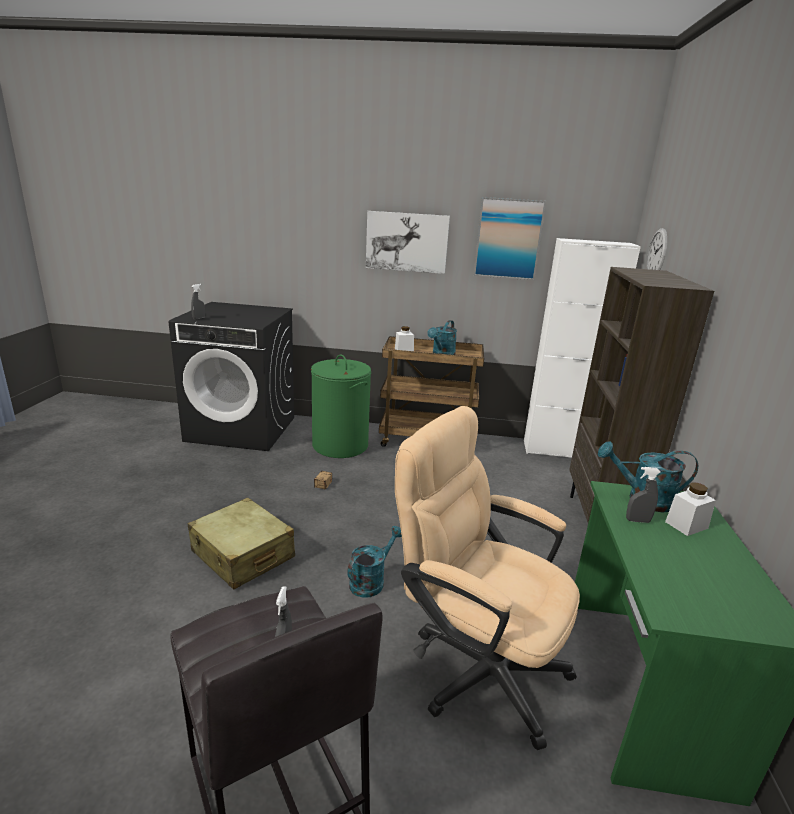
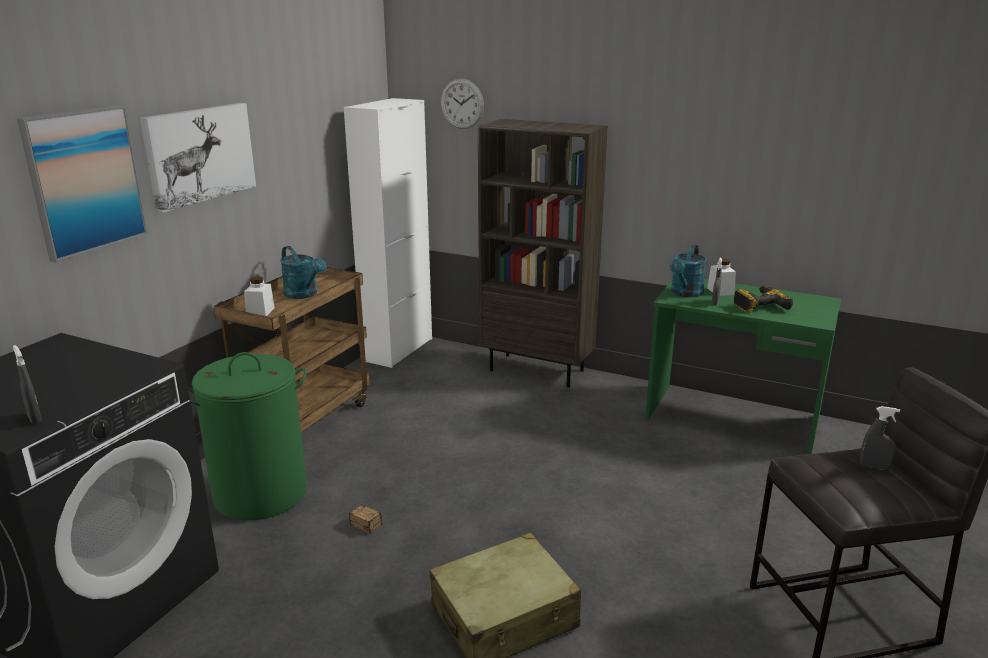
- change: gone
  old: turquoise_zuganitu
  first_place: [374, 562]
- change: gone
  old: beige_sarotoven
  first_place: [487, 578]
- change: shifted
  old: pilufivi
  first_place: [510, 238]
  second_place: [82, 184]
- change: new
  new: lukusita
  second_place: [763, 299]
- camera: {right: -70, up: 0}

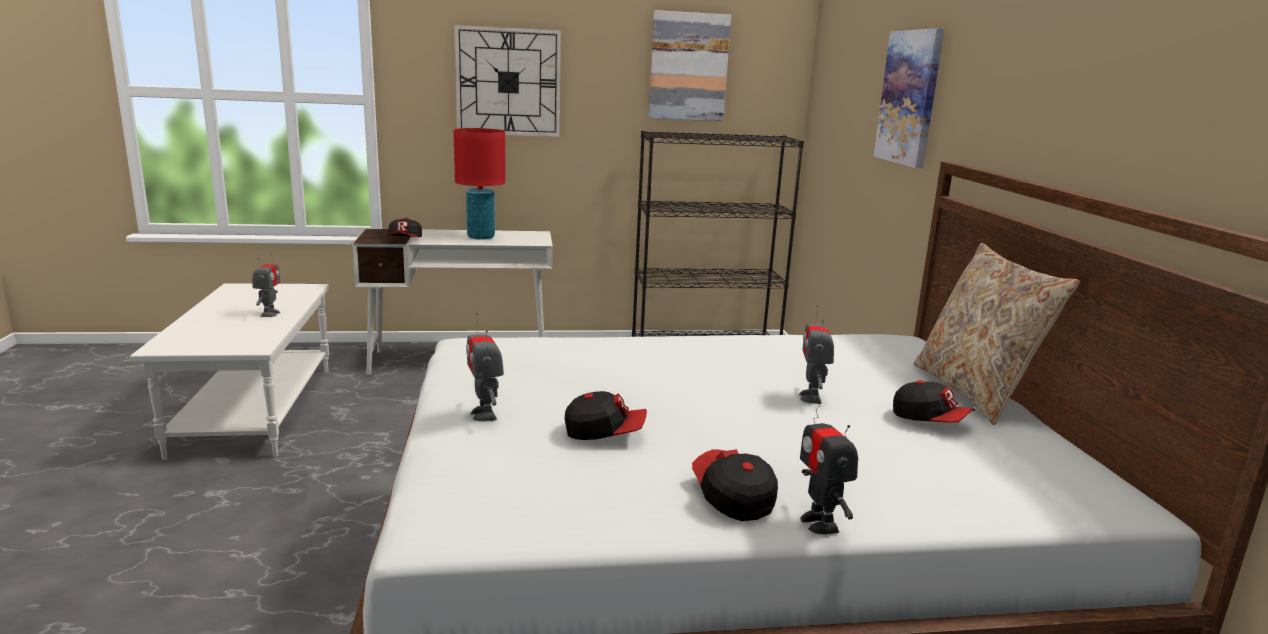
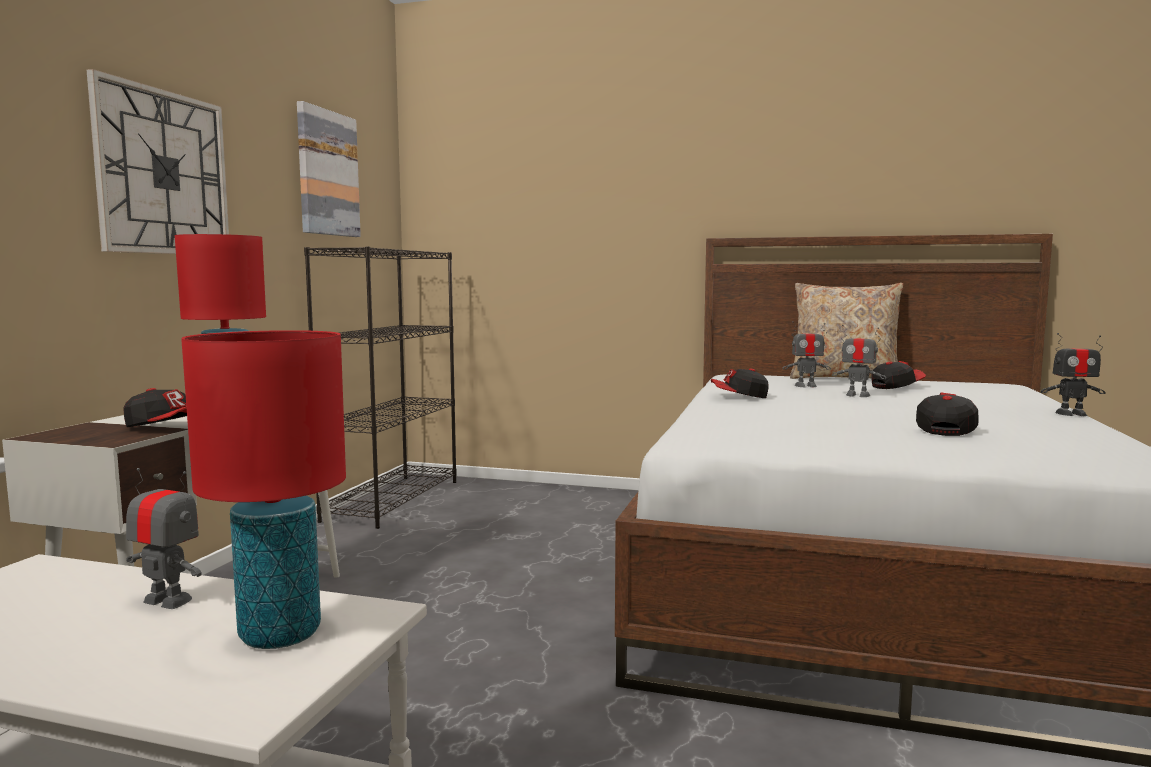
- change: shifted
  old: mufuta
  first_place: [485, 367]
  second_place: [807, 354]
- change: shifted
  old: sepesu
  first_place: [735, 485]
  second_place: [740, 383]
- change: gone
  old: pilufivi
  first_place: [909, 98]
- change: new
  new: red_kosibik
  second_place: [263, 489]
- camera: {right: -65, up: -10}

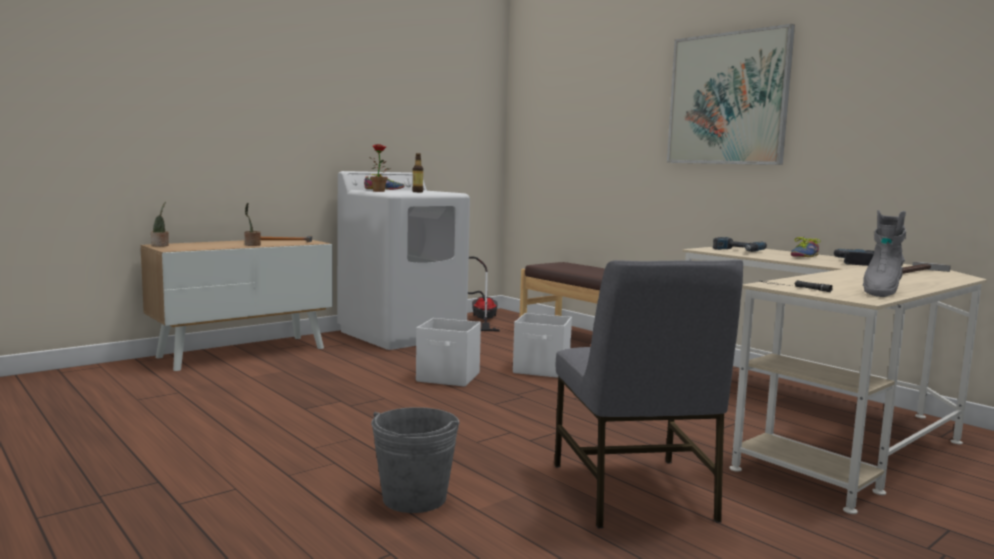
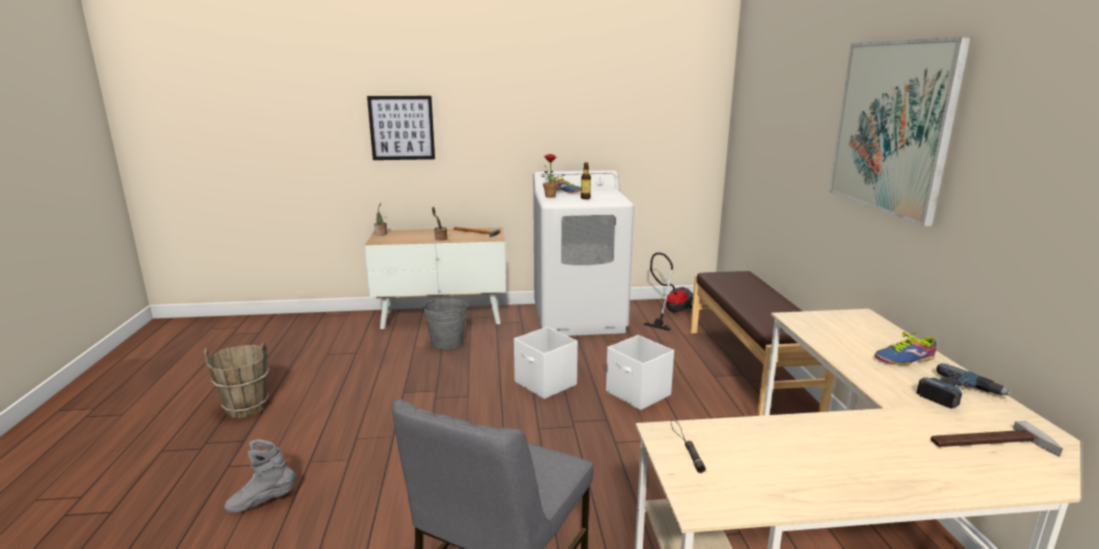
- change: shifted
  old: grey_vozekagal
  first_place: [415, 460]
  second_place: [445, 324]
- change: gone
  old: lukusita
  first_place: [740, 244]
- change: shifted
  old: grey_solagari
  first_place: [884, 253]
  second_place: [259, 476]
- change: new
  new: brown_vozekagal
  second_place: [237, 380]
- change: new
  new: pilufivi
  second_place: [401, 128]
- camera: {right: 35, up: 10}

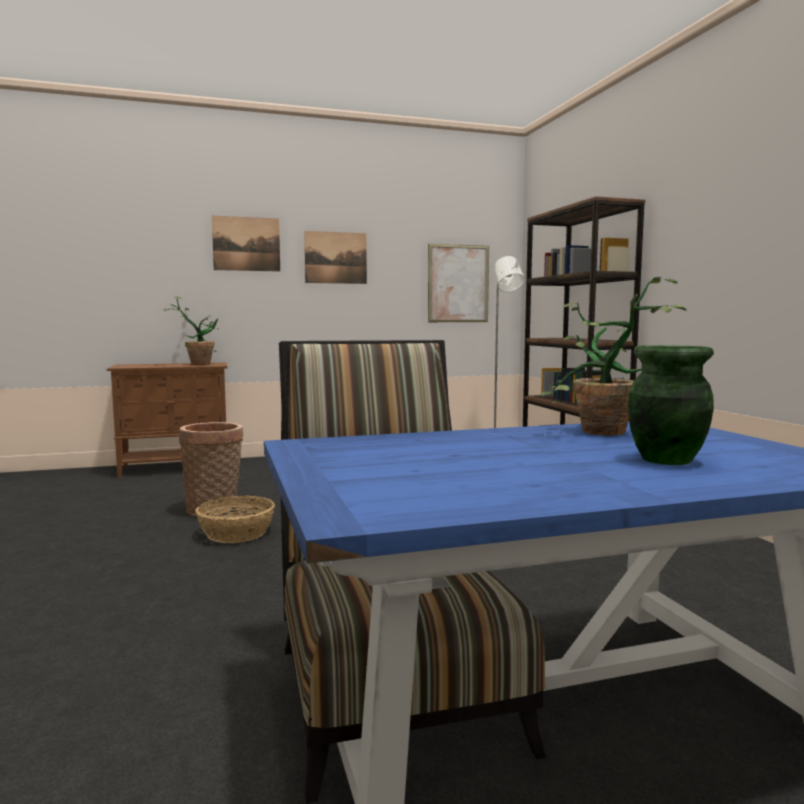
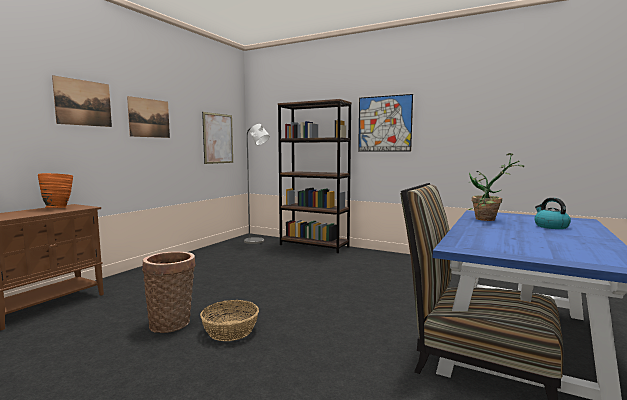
- change: swapped
  old: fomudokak
  new: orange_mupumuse
  first_place: [190, 330]
  second_place: [55, 190]
- change: swapped
  old: green_mupumuse
  new: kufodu
  first_place: [671, 405]
  second_place: [552, 213]
- change: new
  new: pilufivi
  second_place: [385, 123]
- camera: {right: -45, up: 0}

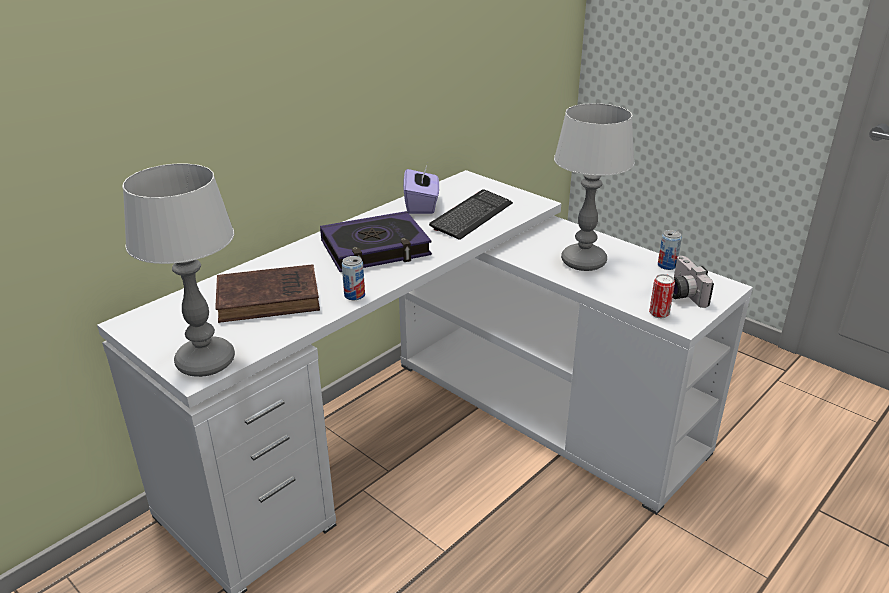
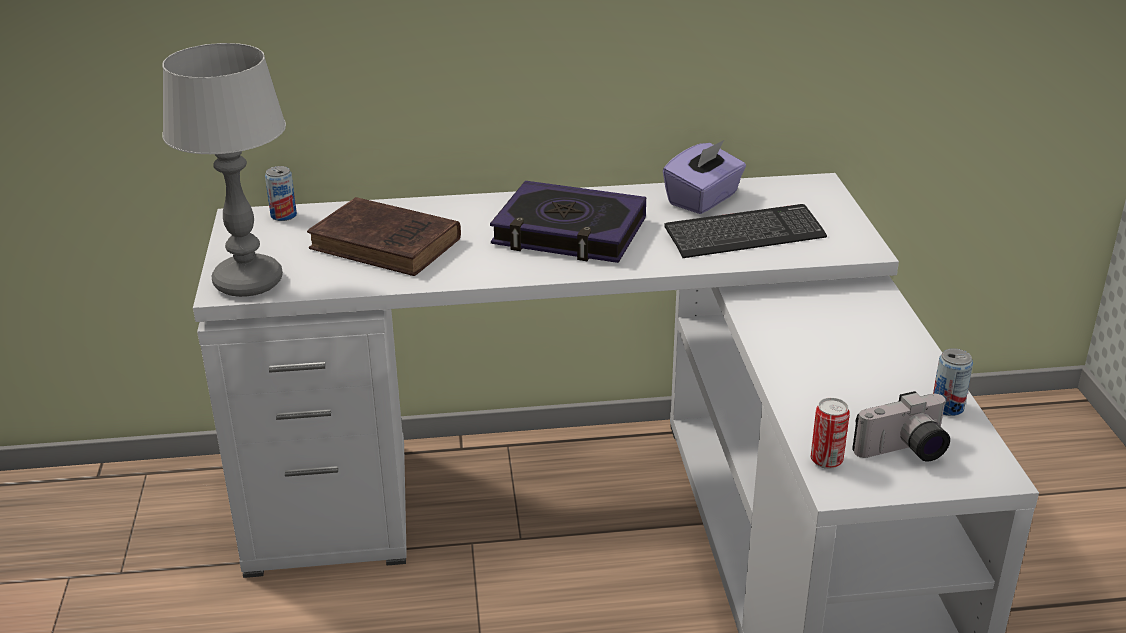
- change: shifted
  old: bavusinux
  first_place: [353, 278]
  second_place: [281, 193]
- change: gone
  old: kosibik
  first_place: [594, 187]
- change: rotated
  old: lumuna
  first_place: [693, 282]
  second_place: [901, 426]
  degrees: -135
- camera: {right: 40, up: 0}

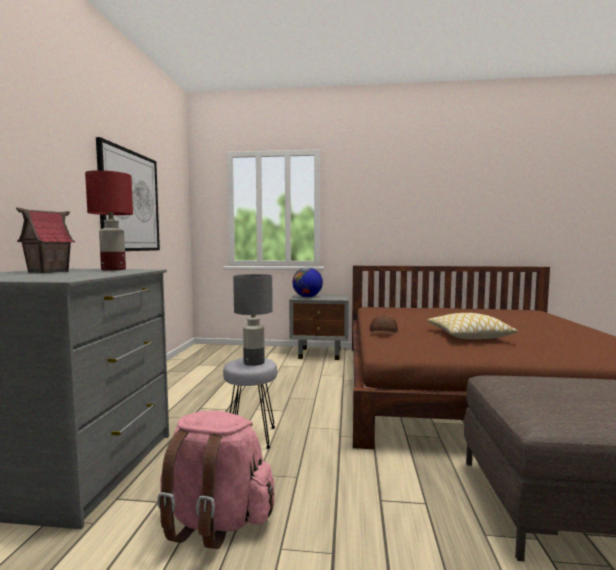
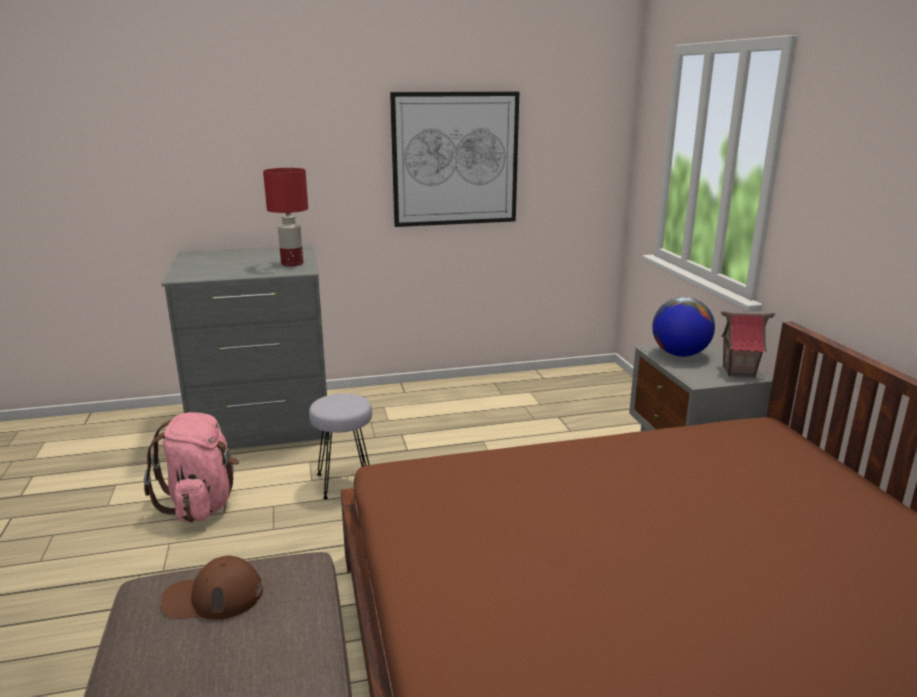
- change: shifted
  old: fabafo
  first_place: [45, 240]
  second_place: [748, 344]
- change: gone
  old: grey_kosibik
  first_place: [253, 320]
- change: shifted
  old: brown_sepesu
  first_place: [384, 325]
  second_place: [212, 588]
- change: gone
  old: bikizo
  first_place: [472, 326]
- camera: {right: 70, up: 15}

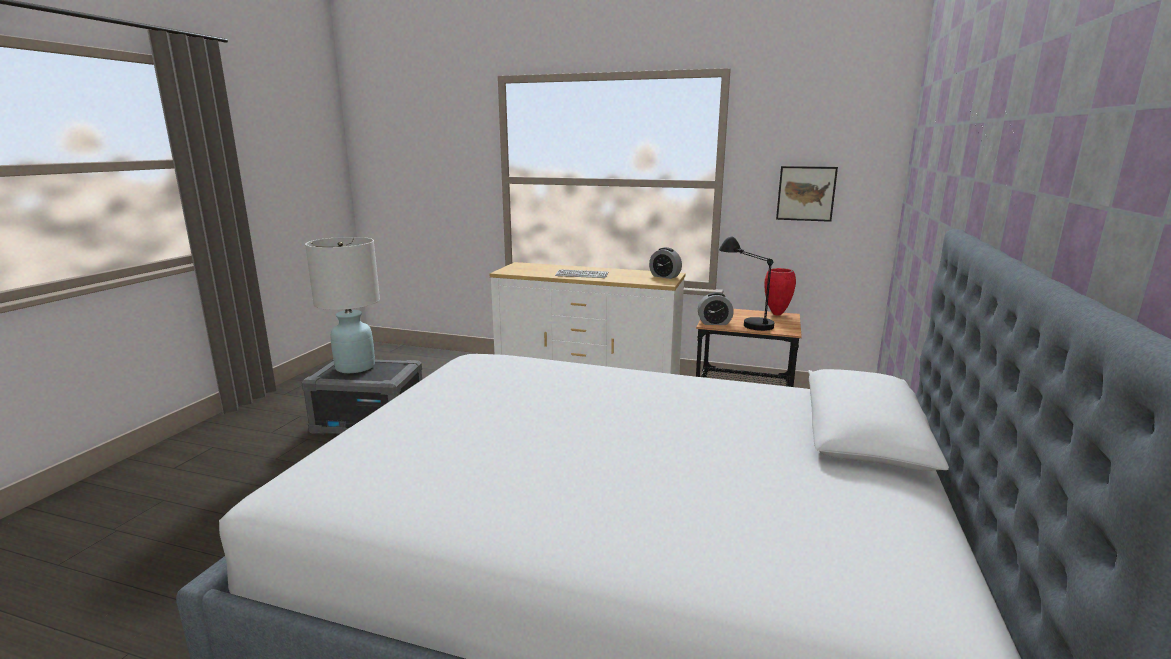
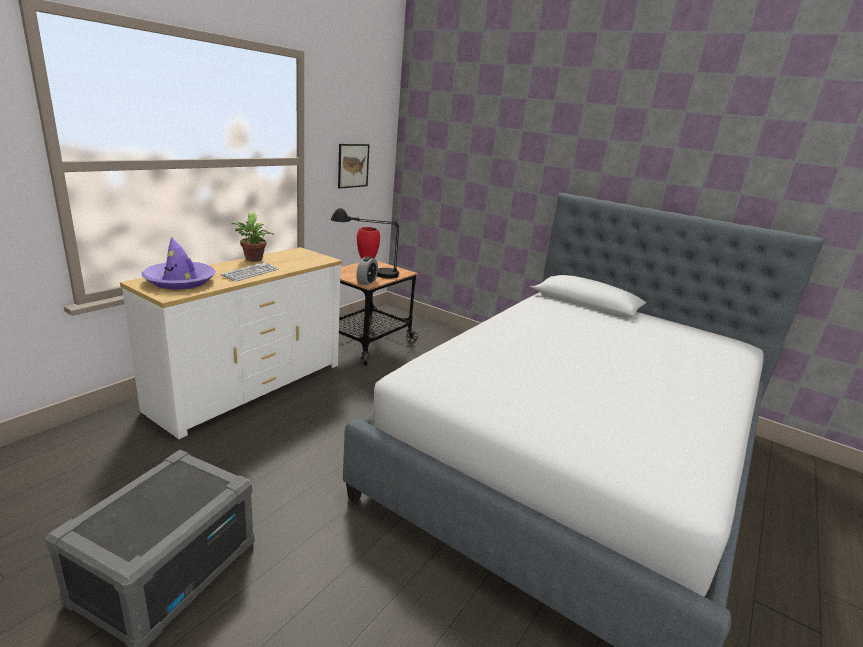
- change: gone
  old: white_kosibik
  first_place: [342, 305]
- change: gone
  old: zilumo
  first_place: [665, 263]
- change: new
  new: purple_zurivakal
  second_place: [178, 263]
- change: new
  new: fomudokak
  second_place: [252, 237]
- camera: {right: -75, up: 5}

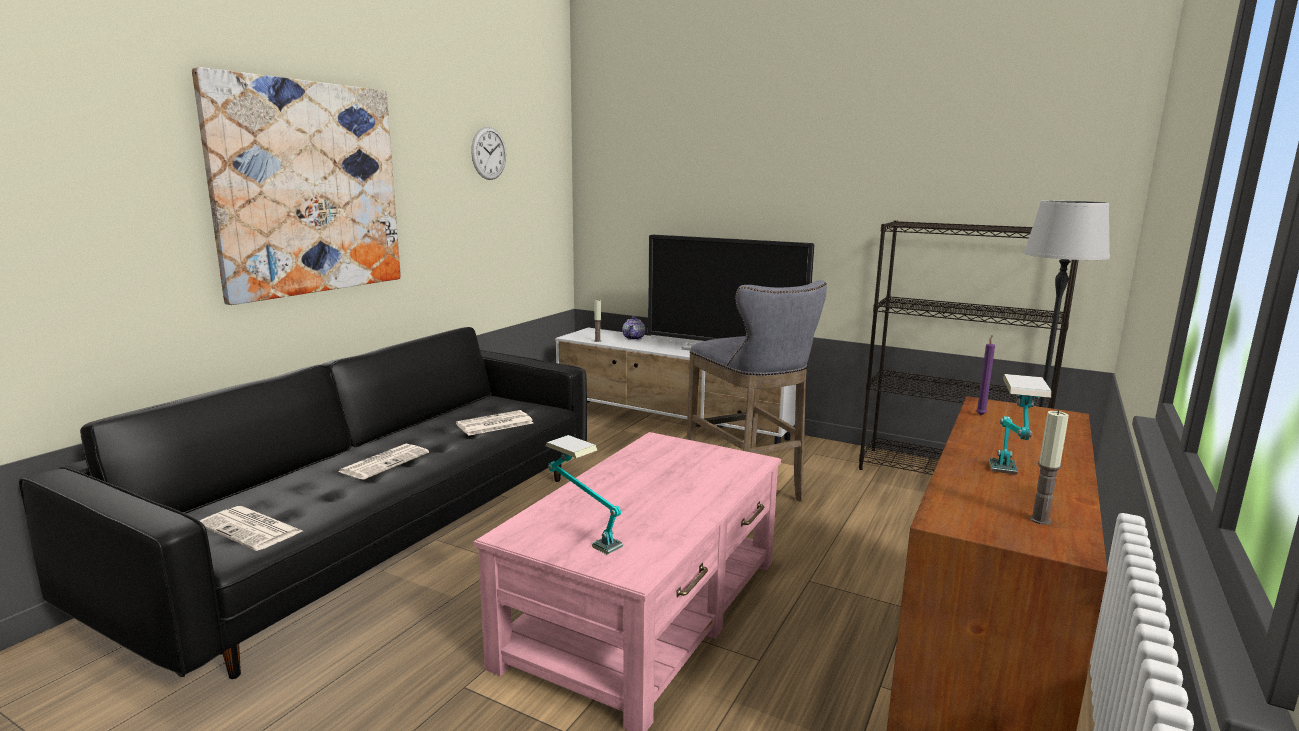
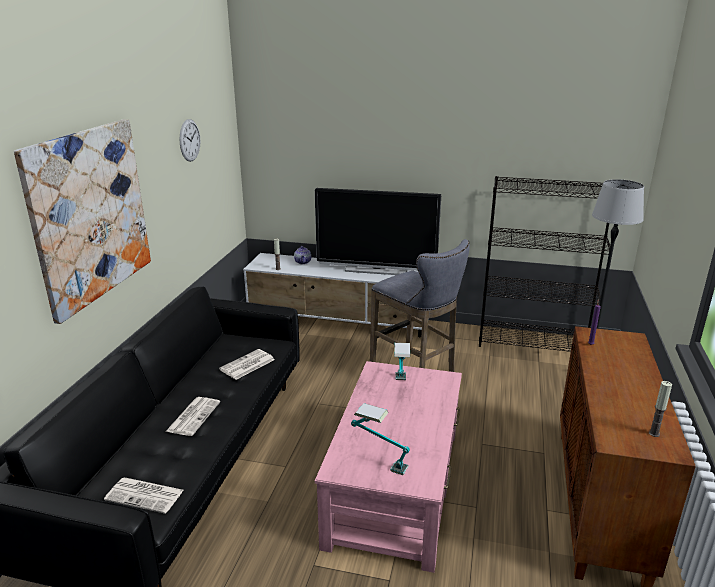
- change: shifted
  old: kosibik
  first_place: [1020, 424]
  second_place: [402, 361]
- camera: {right: -15, up: 10}

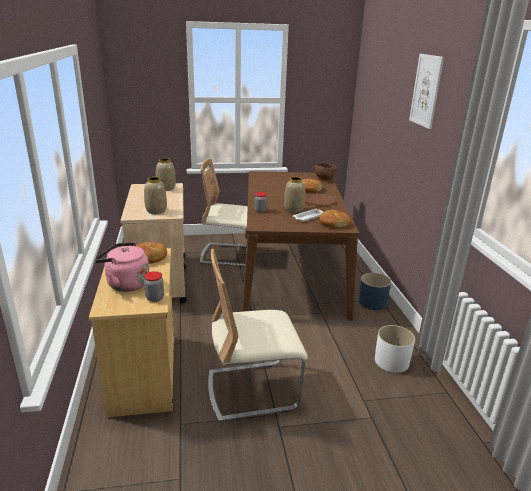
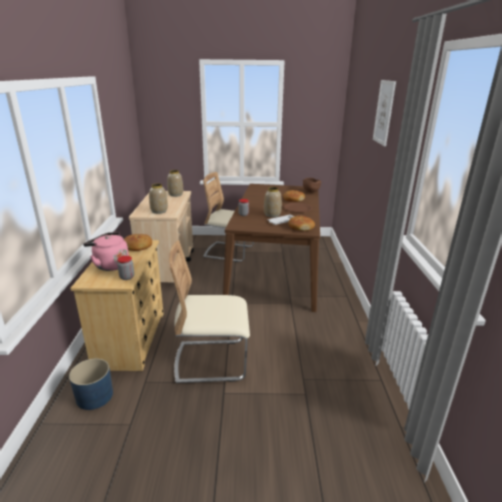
- change: shifted
  old: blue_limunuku
  first_place: [375, 291]
  second_place: [91, 384]
- change: gone
  old: white_limunuku
  first_place: [395, 349]
- camera: {right: 10, up: 0}

